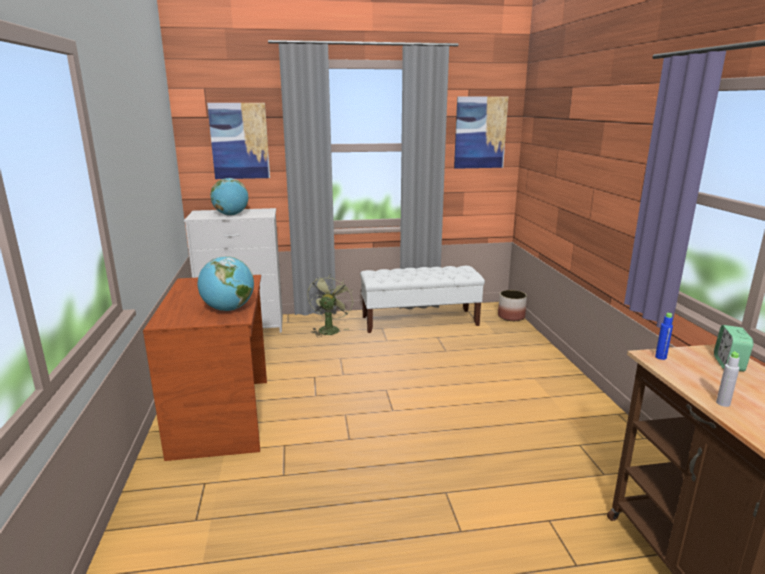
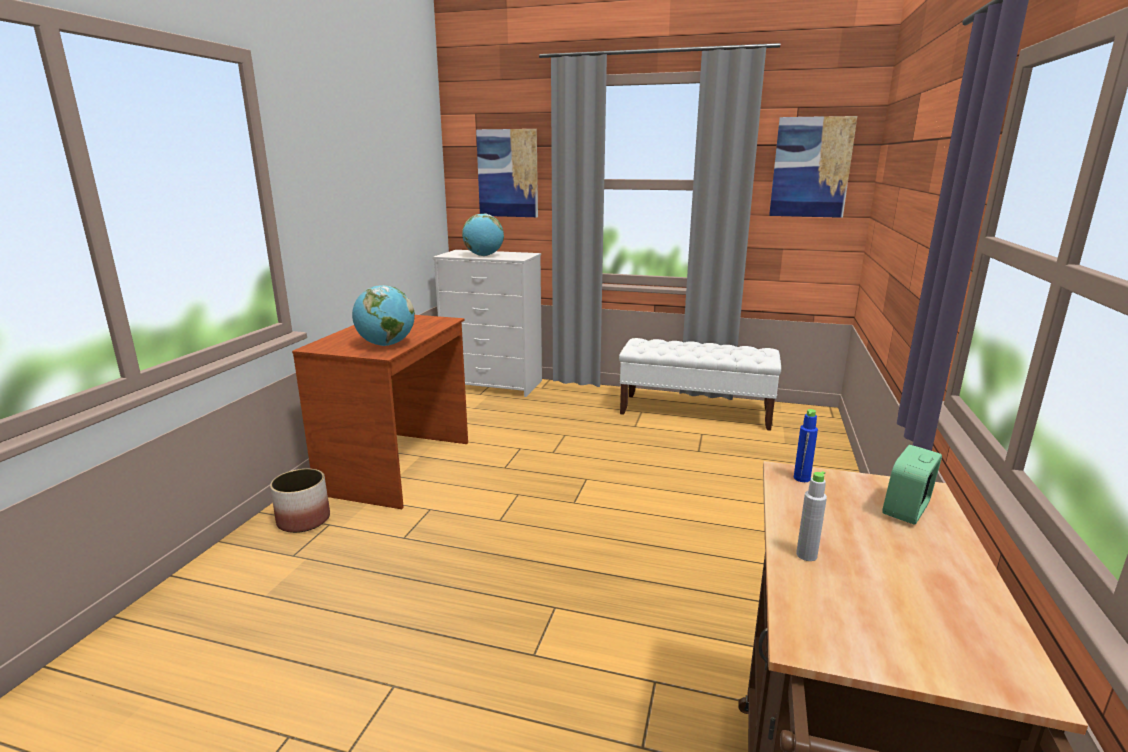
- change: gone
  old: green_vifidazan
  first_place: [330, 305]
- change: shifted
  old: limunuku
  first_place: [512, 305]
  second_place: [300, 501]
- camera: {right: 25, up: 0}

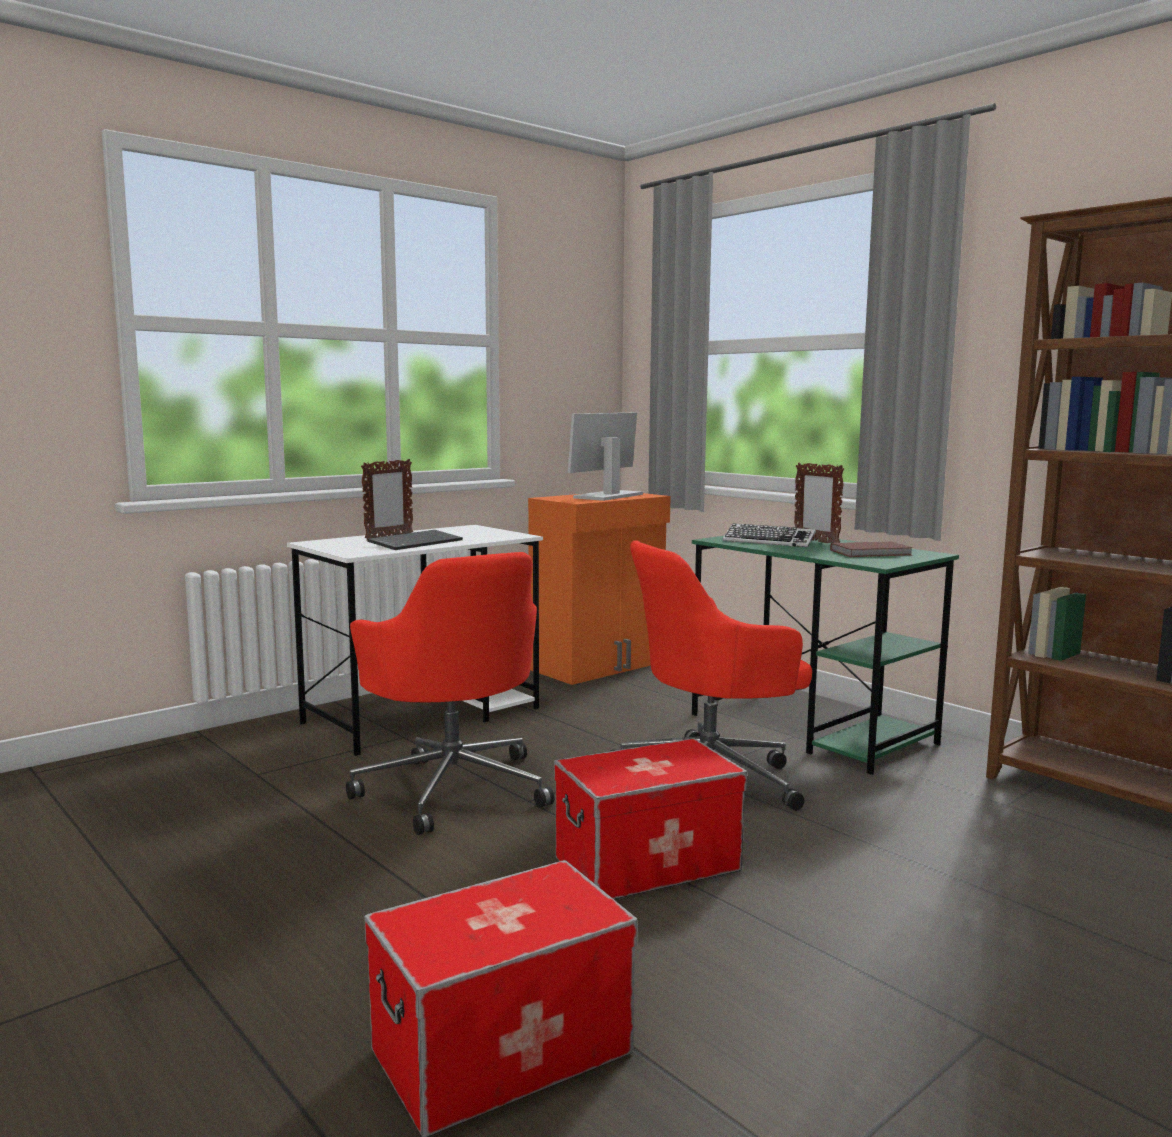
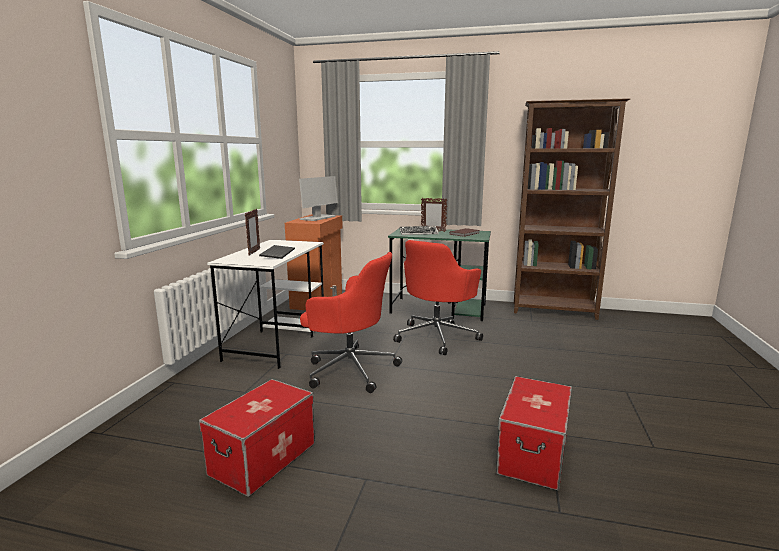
- change: shifted
  old: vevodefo
  first_place: [650, 818]
  second_place: [257, 438]
- change: rotated
  old: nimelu
  first_place: [605, 457]
  second_place: [318, 198]
  degrees: -150
- camera: {right: -35, up: 5}

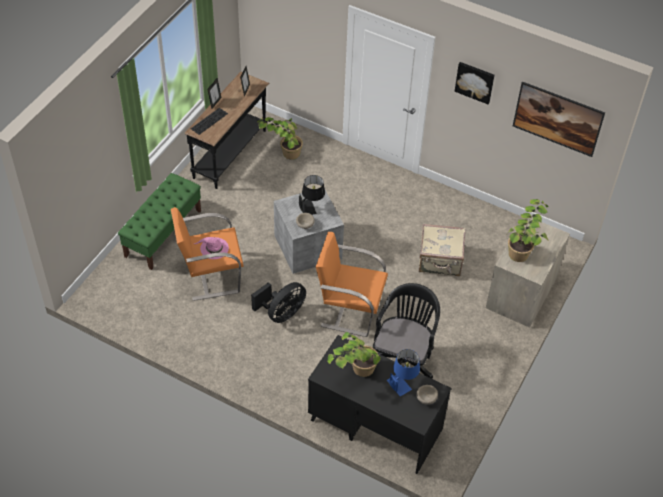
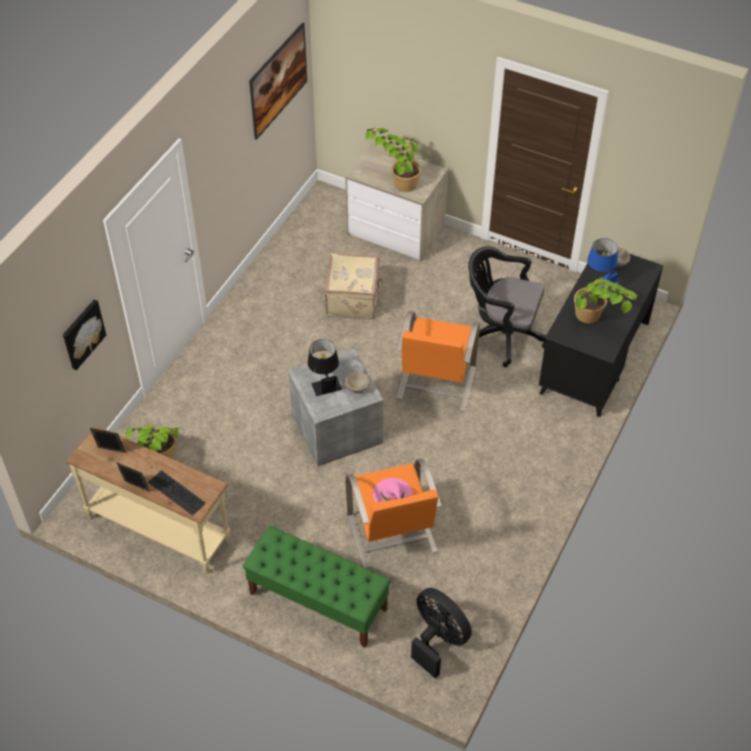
- change: repainted
  old: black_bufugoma
  new: beige_bufugoma
  first_place: [227, 130]
  second_place: [148, 499]
- change: shifted
  old: black_vifidazan
  first_place: [278, 302]
  second_place: [441, 633]
- change: shifted
  old: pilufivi
  first_place: [475, 83]
  second_place: [84, 334]
- camera: {right: -90, up: 0}

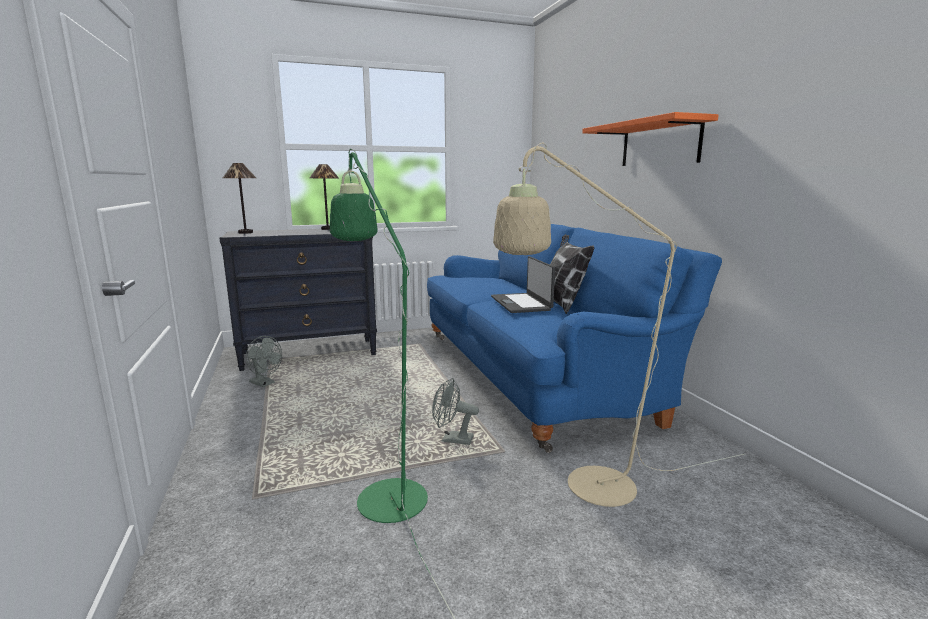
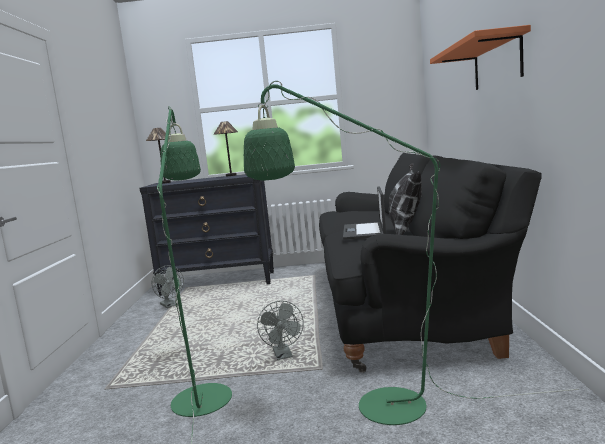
- change: repainted
  old: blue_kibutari
  new: black_kibutari
  first_place: [574, 338]
  second_place: [430, 263]
- change: rotated
  old: grey_vifidazan
  first_place: [455, 411]
  second_place: [280, 330]
  degrees: -135
- change: repainted
  old: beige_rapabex
  new: green_rapabex
  first_place: [618, 325]
  second_place: [411, 253]
- camera: {right: 20, up: -5}

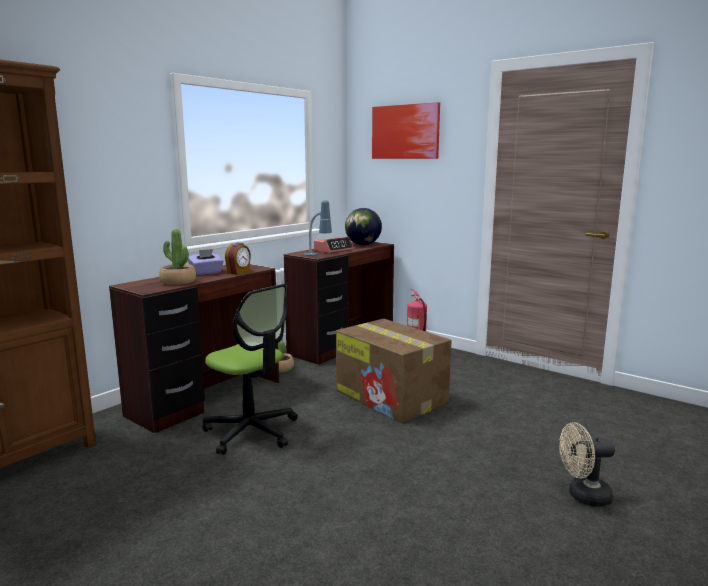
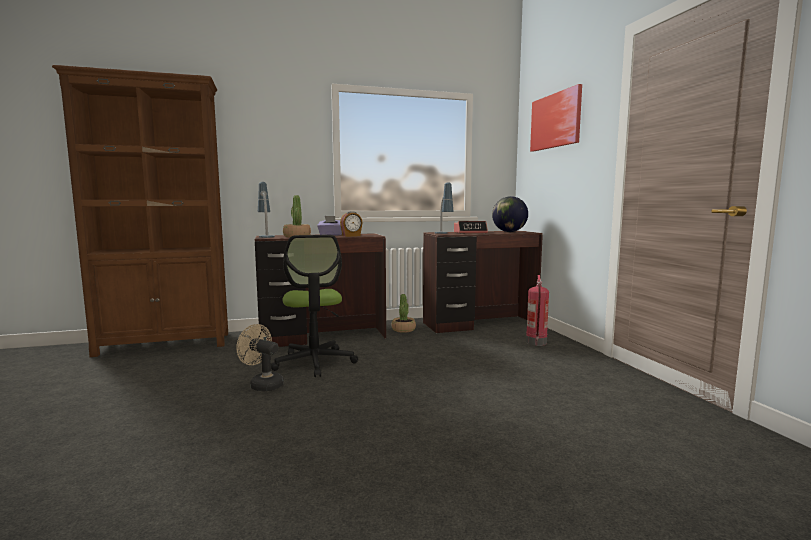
- change: gone
  old: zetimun
  first_place: [394, 371]
- change: shifted
  old: beige_vifidazan
  first_place: [587, 464]
  second_place: [260, 358]
- change: new
  new: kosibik
  second_place: [266, 210]
- camera: {right: 35, up: -5}

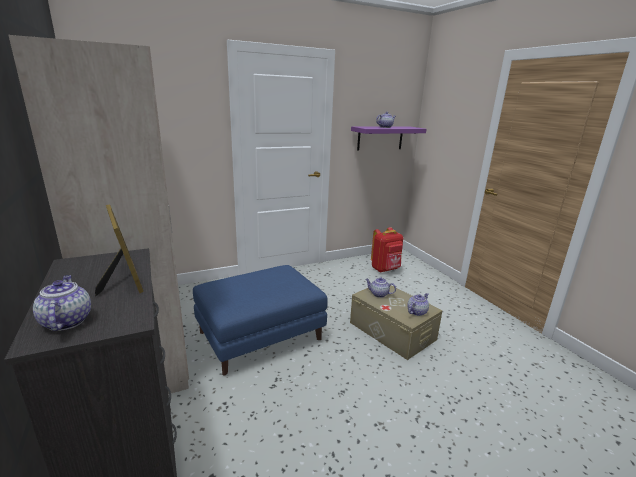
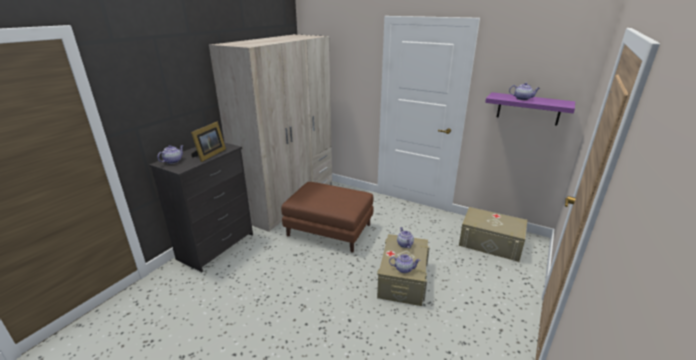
- change: repainted
  old: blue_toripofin
  new: brown_toripofin
  first_place: [260, 320]
  second_place: [327, 217]
- change: swapped
  old: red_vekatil
  new: beige_vevodefo
  first_place: [387, 249]
  second_place: [493, 234]
- camera: {right: 55, up: 5}

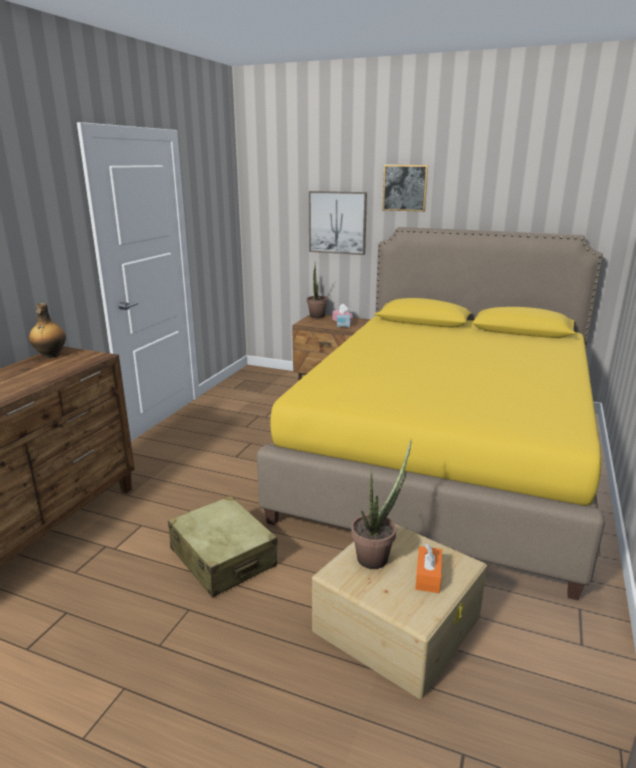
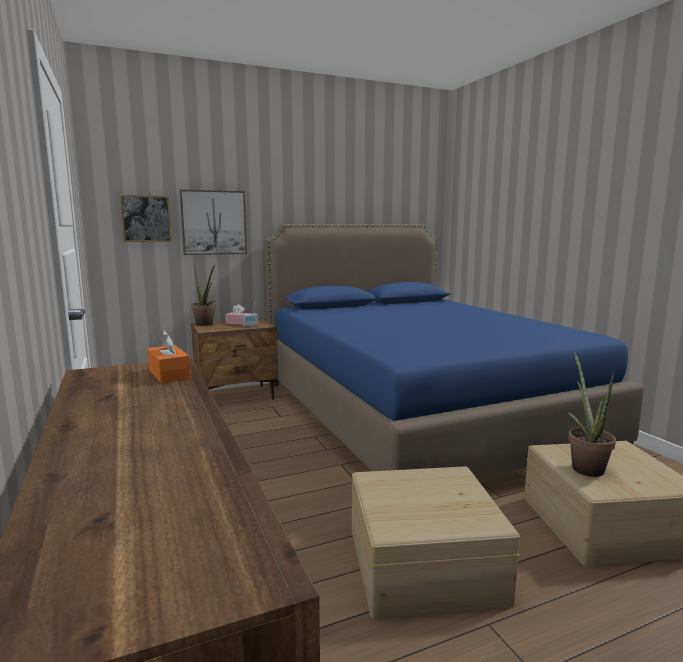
- change: gone
  old: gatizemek
  first_place: [47, 330]
- change: swapped
  old: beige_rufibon
  new: beige_vevodefo
  first_place: [222, 547]
  second_place: [436, 542]
- change: repainted
  old: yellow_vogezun
  new: blue_vogezun
  first_place: [431, 413]
  second_place: [454, 351]
- change: shifted
  old: pilufivi
  first_place: [405, 188]
  second_place: [146, 218]
- change: shifted
  old: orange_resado
  first_place: [428, 568]
  second_place: [169, 356]
- camera: {right: -45, up: -10}

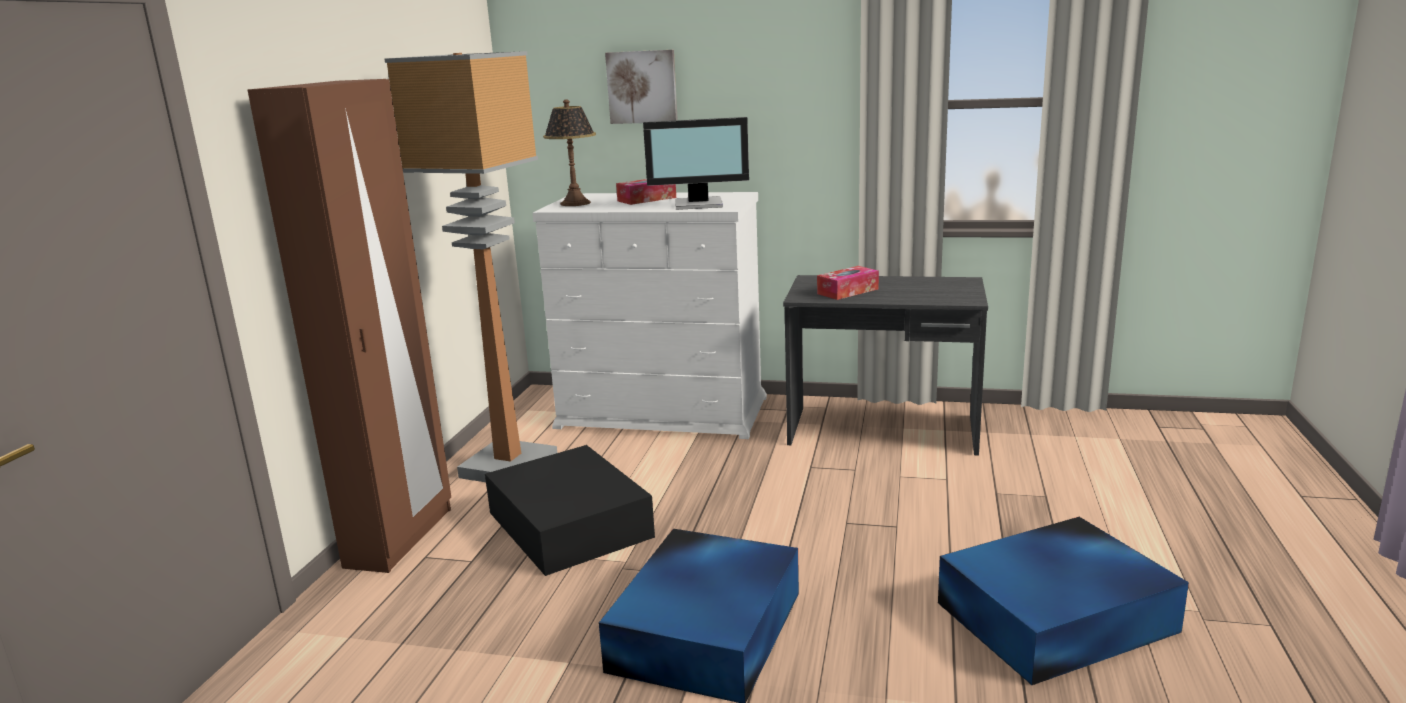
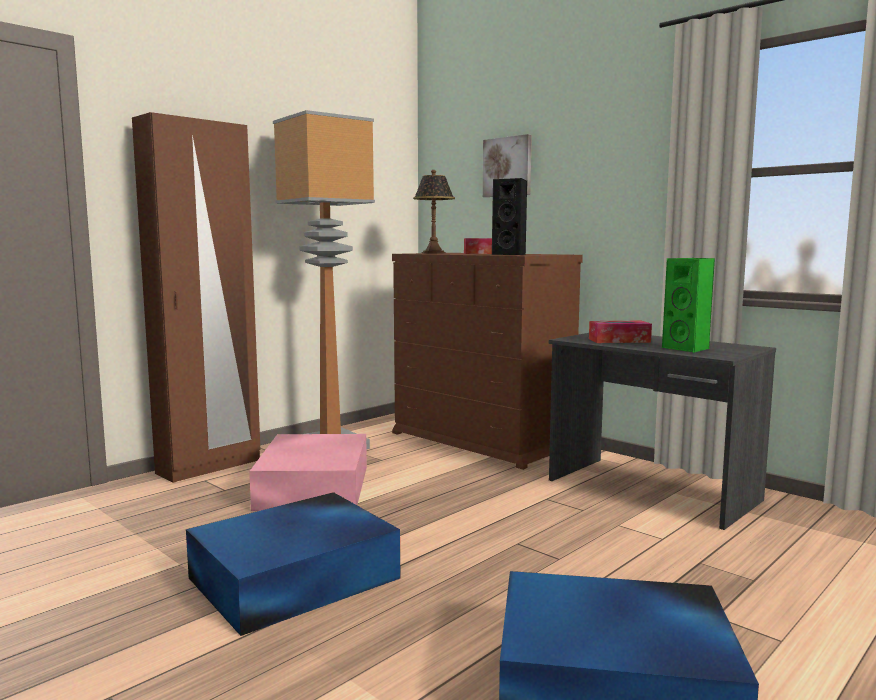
- change: repainted
  old: black_vevodefo
  new: pink_vevodefo
  first_place: [570, 510]
  second_place: [308, 472]
- change: repainted
  old: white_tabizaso
  new: brown_tabizaso
  first_place: [649, 315]
  second_place: [487, 361]
- change: swapped
  old: nimelu
  new: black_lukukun
  first_place: [696, 163]
  second_place: [509, 216]
- change: new
  new: green_lukukun
  second_place: [688, 305]
- camera: {right: 30, up: -10}

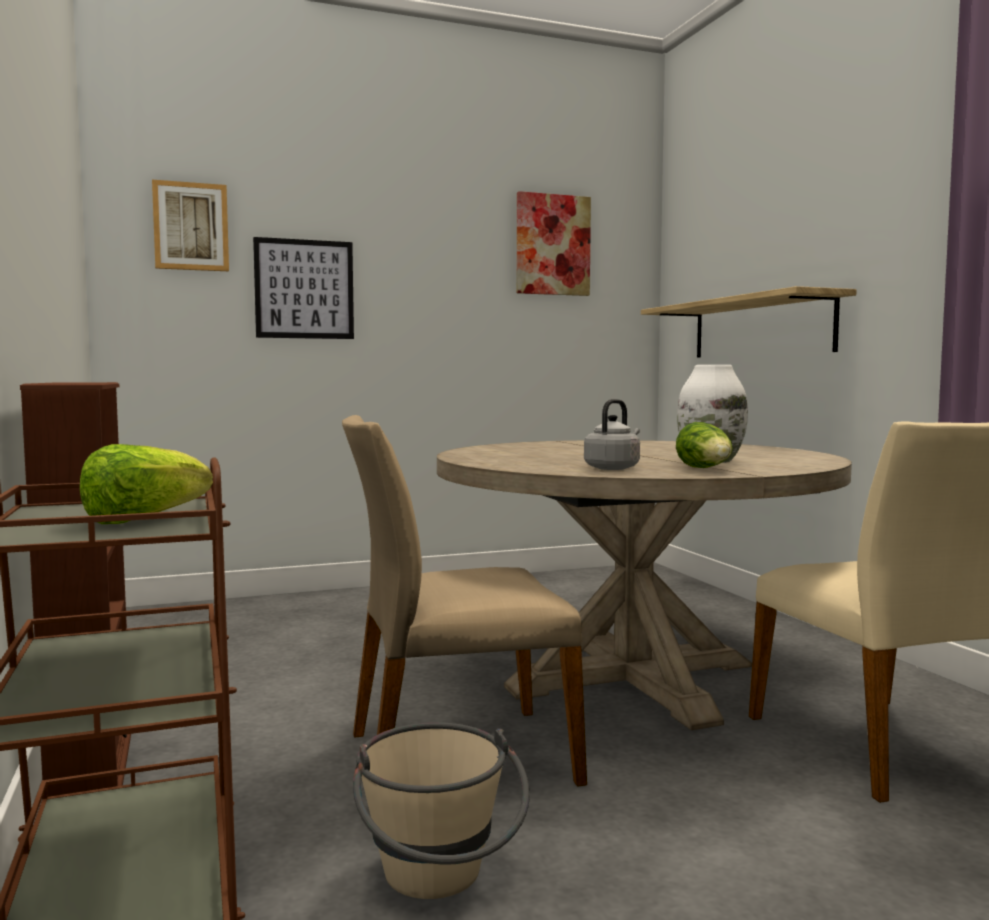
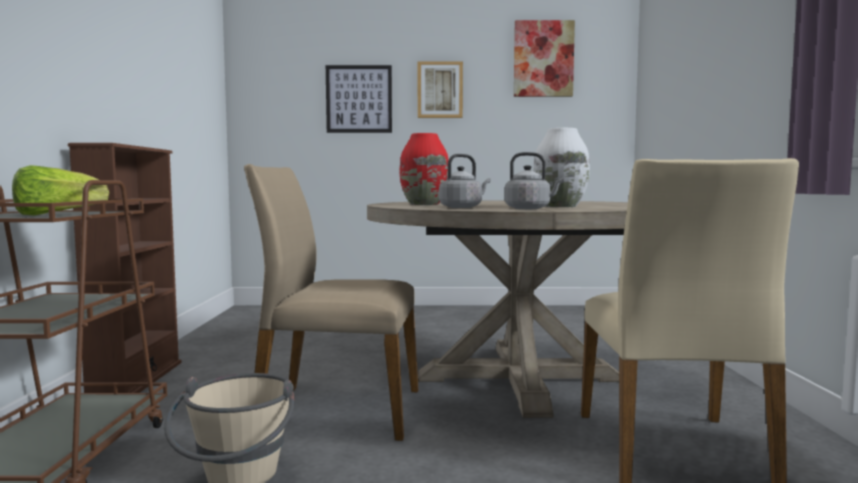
- change: shifted
  old: pilufivi
  first_place: [190, 225]
  second_place: [440, 89]
- change: gone
  old: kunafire
  first_place: [749, 322]
- change: swapped
  old: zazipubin
  new: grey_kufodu
  first_place: [704, 445]
  second_place: [534, 180]
- change: new
  new: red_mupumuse
  second_place: [424, 169]
- camera: {right: 20, up: 0}

